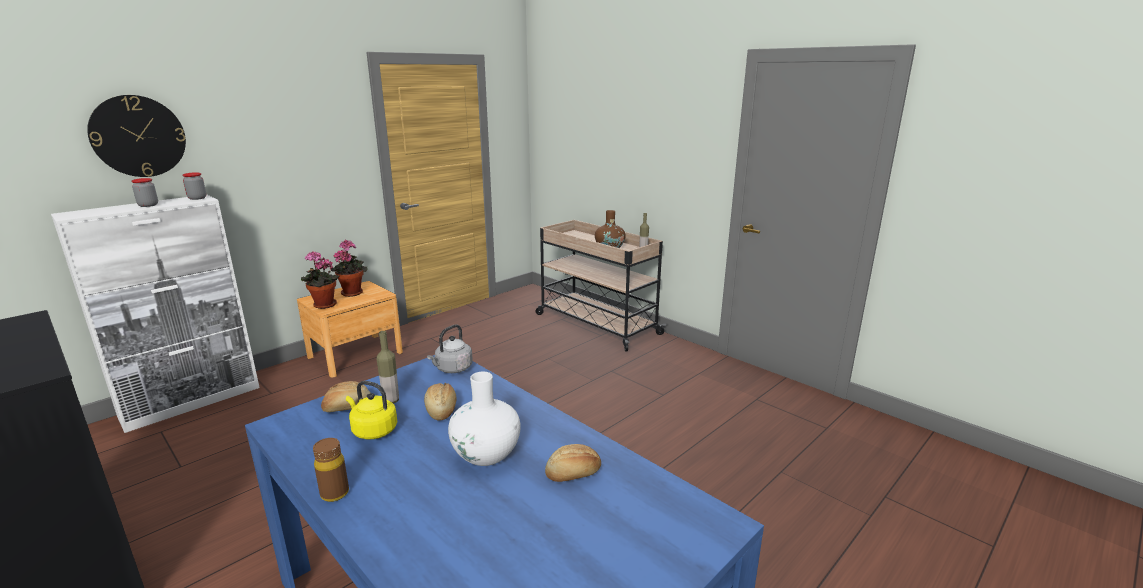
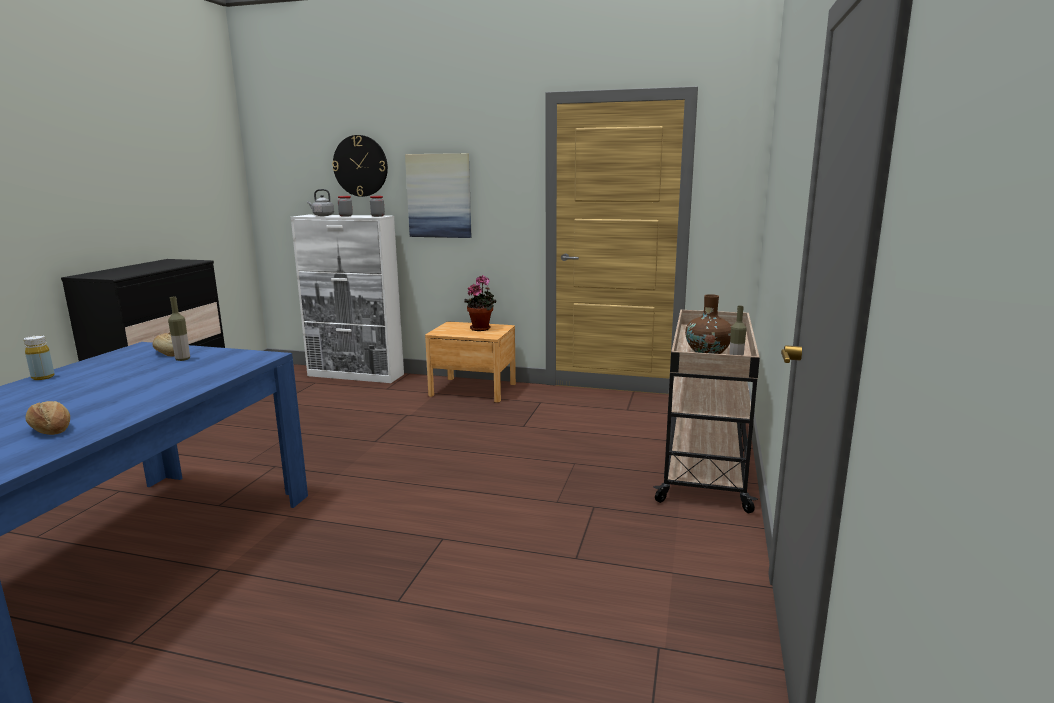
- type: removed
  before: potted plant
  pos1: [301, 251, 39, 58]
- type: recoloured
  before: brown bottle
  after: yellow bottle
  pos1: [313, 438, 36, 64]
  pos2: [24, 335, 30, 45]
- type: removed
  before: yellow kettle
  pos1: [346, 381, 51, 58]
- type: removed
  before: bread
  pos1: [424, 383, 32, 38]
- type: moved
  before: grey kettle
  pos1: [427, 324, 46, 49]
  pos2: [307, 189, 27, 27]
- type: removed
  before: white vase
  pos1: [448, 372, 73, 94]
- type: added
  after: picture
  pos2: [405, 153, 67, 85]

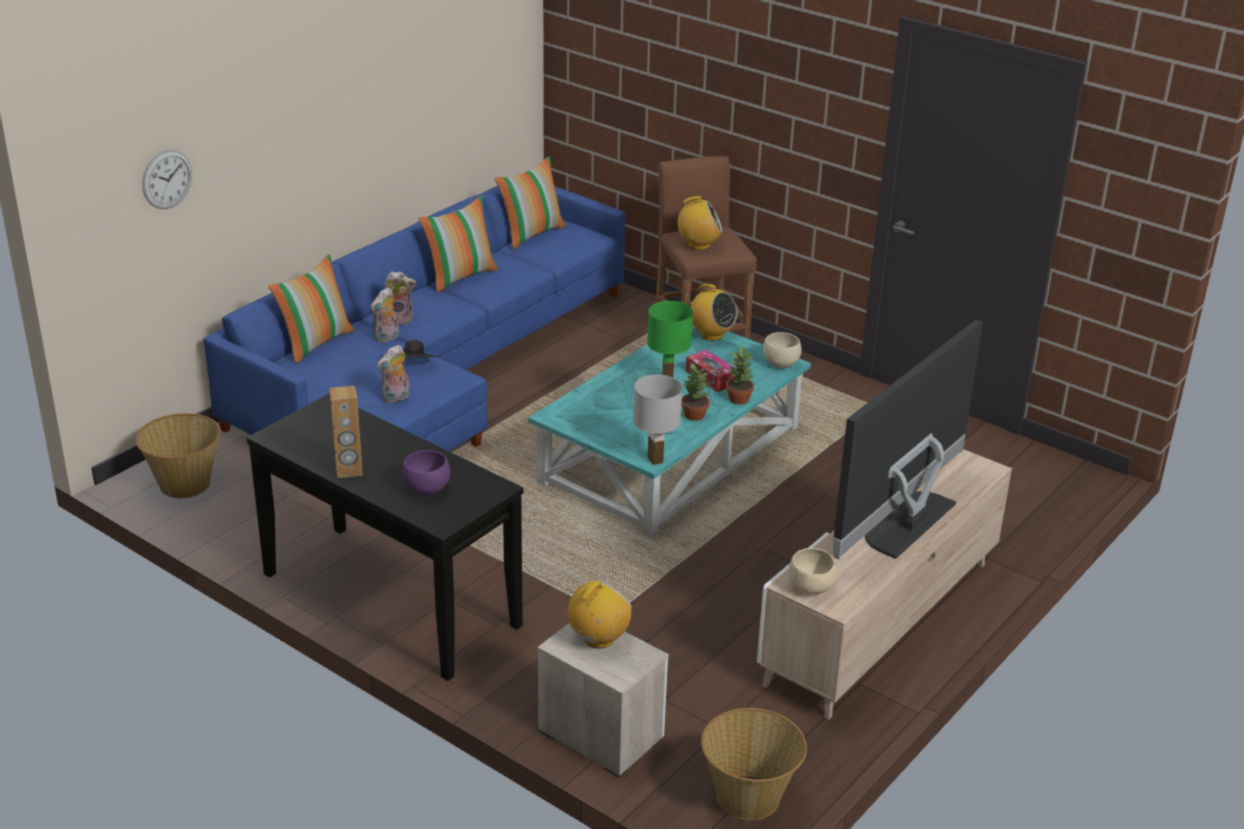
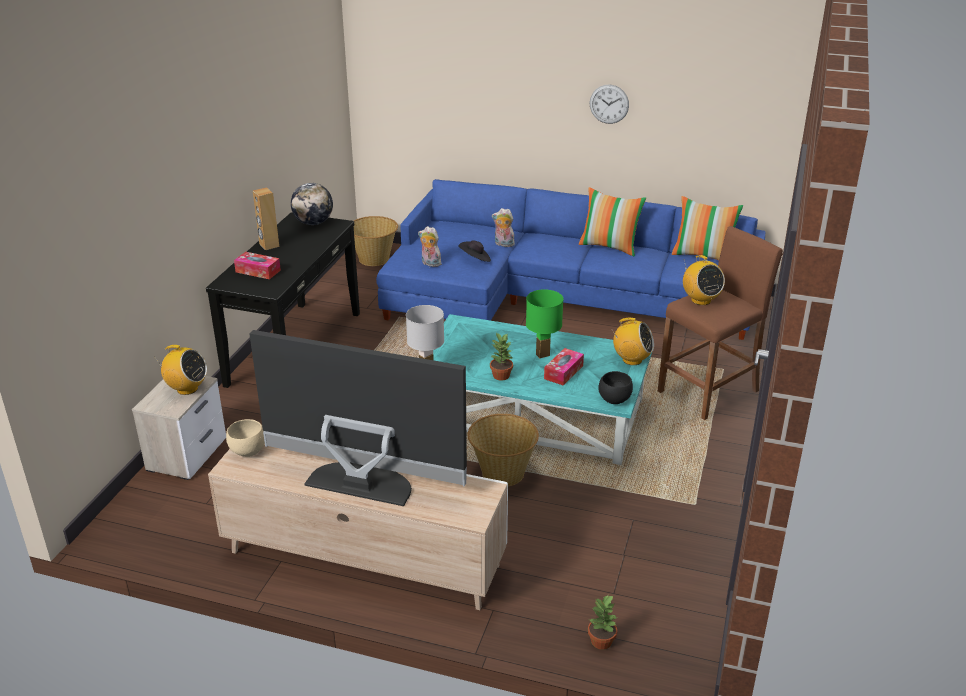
- type: moved
  before: wall clock
  pos1: [142, 150, 50, 59]
  pos2: [590, 85, 39, 39]
- type: removed
  before: pillow
  pos1: [268, 254, 87, 110]
- type: removed
  before: plush toy
  pos1: [384, 271, 32, 54]
- type: replaced
  before: purple bowl
  after: tissue box
  pos1: [402, 450, 48, 46]
  pos2: [234, 252, 47, 27]
- type: turned
  before: radio
  pos1: [686, 284, 52, 57]
  pos2: [612, 318, 42, 47]
  turn: -90
- type: moved
  before: basket
  pos1: [701, 708, 106, 112]
  pos2: [468, 414, 71, 72]
- type: moved
  before: potted plant
  pos1: [726, 345, 29, 60]
  pos2: [588, 595, 29, 55]
- type: recoloured
  before: beige bowl
  after: black bowl
  pos1: [763, 332, 38, 36]
  pos2: [598, 371, 35, 33]
- type: added
  after: globe
  pos2: [291, 183, 42, 42]

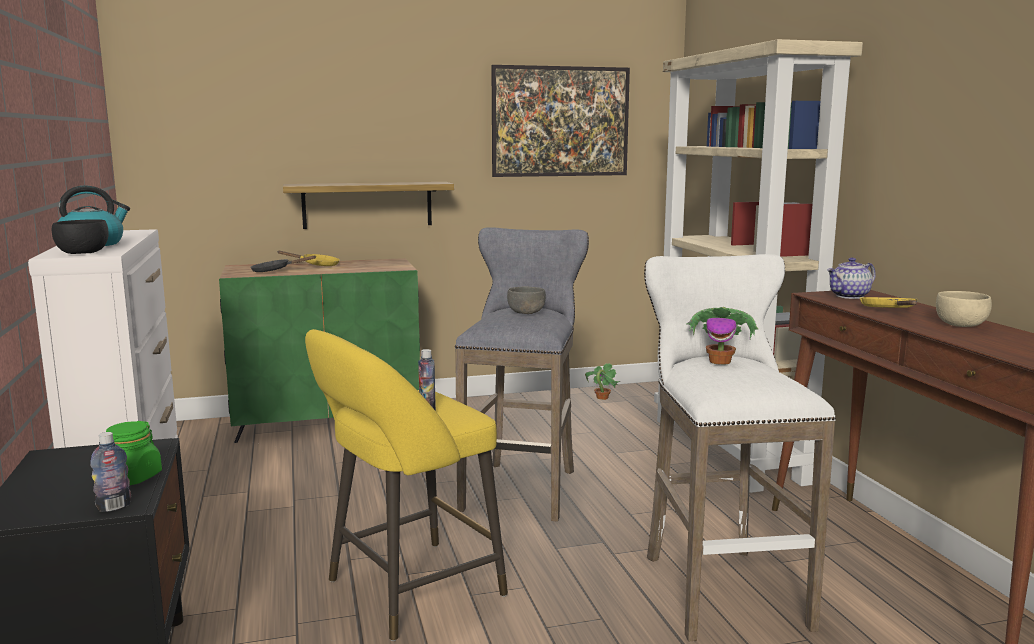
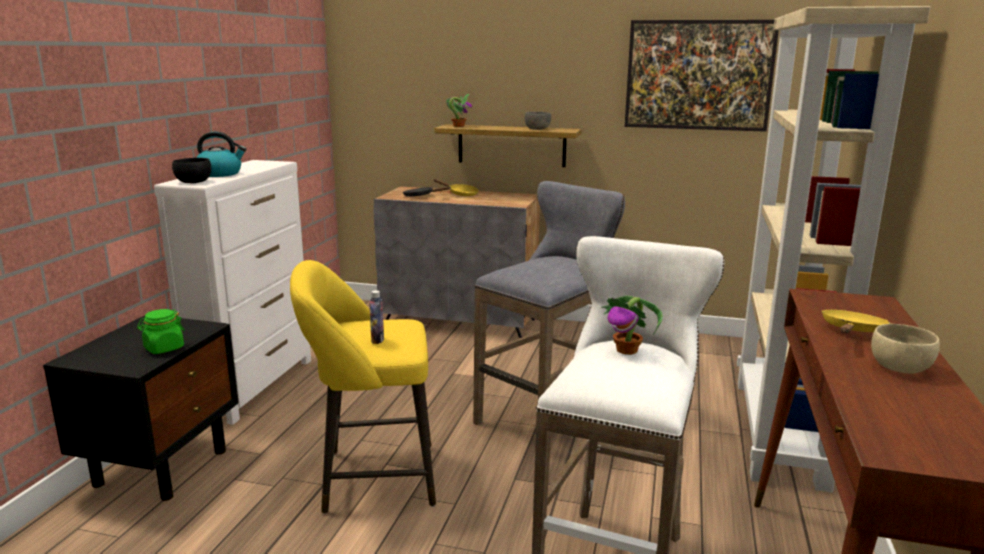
- type: removed
  before: bottle
  pos1: [90, 432, 41, 80]
- type: recoloured
  before: green cabinet
  after: grey cabinet
  pos1: [219, 258, 201, 185]
  pos2: [373, 187, 167, 151]
- type: moved
  before: grey bowl
  pos1: [507, 286, 39, 28]
  pos2: [525, 112, 26, 18]
- type: moved
  before: potted plant
  pos1: [585, 363, 35, 37]
  pos2: [447, 93, 25, 34]
- type: removed
  before: teapot
  pos1: [827, 257, 49, 42]

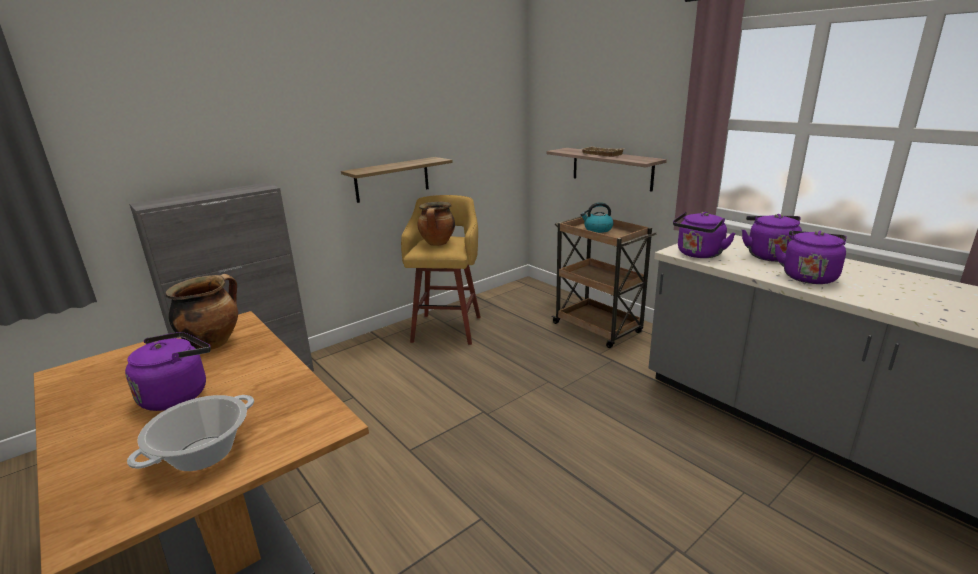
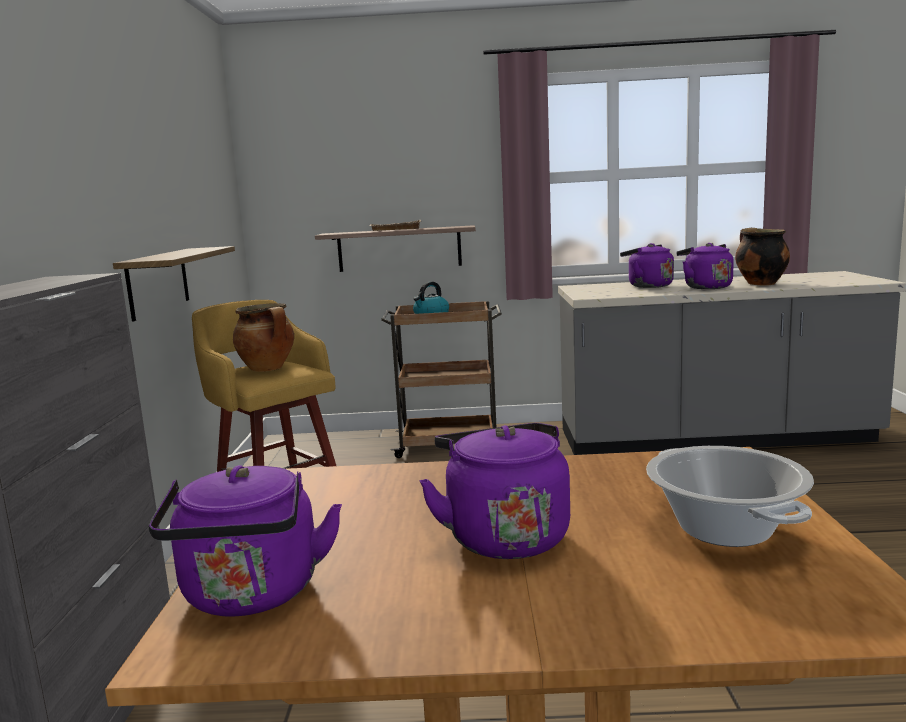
- type: moved
  before: cooking pot
  pos1: [166, 274, 72, 76]
  pos2: [735, 228, 55, 58]
- type: moved
  before: purple kettle
  pos1: [673, 212, 63, 46]
  pos2: [149, 465, 193, 152]

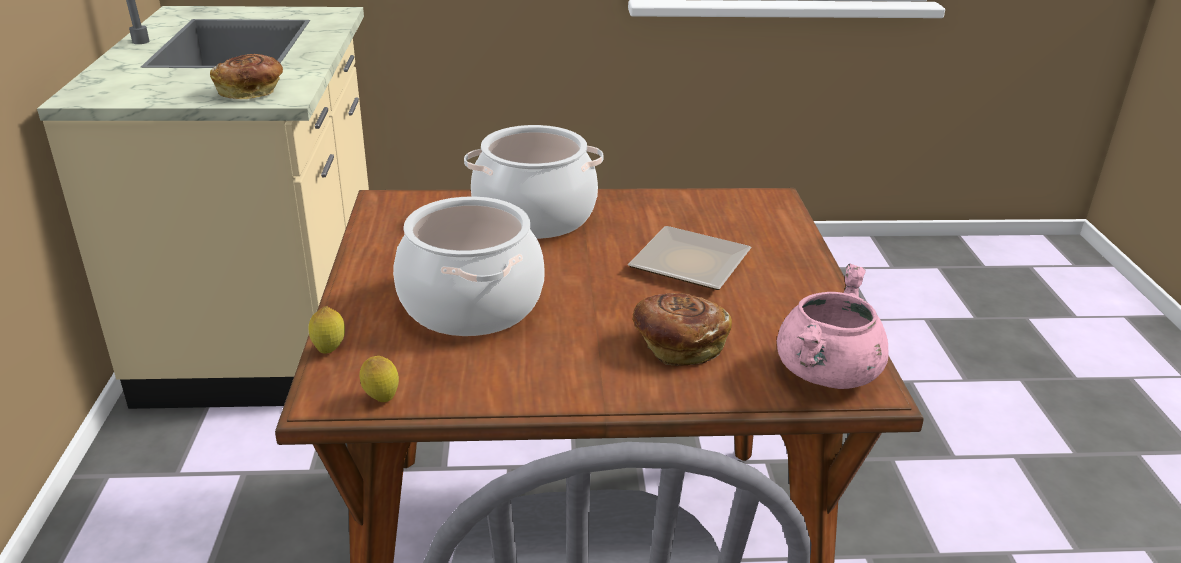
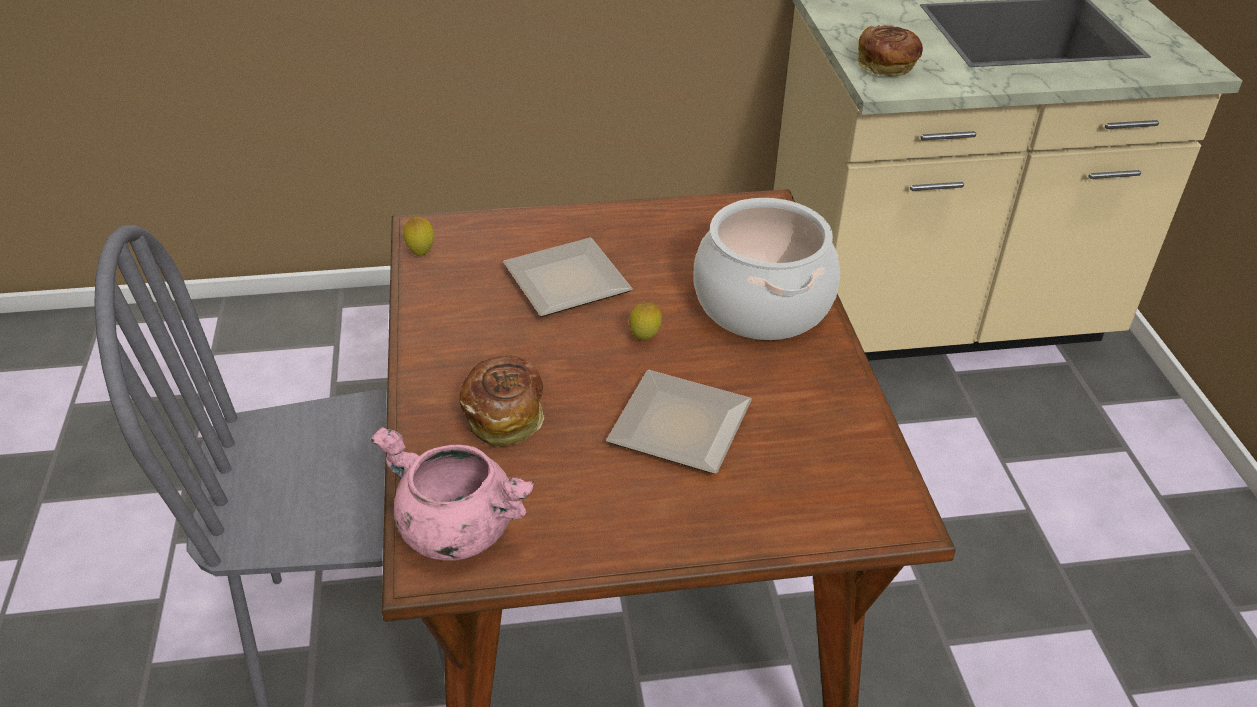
- type: moved
  before: lemon
  pos1: [309, 306, 36, 48]
  pos2: [629, 302, 33, 39]
- type: replaced
  before: cooking pot
  after: plate
  pos1: [393, 197, 152, 139]
  pos2: [503, 238, 130, 79]

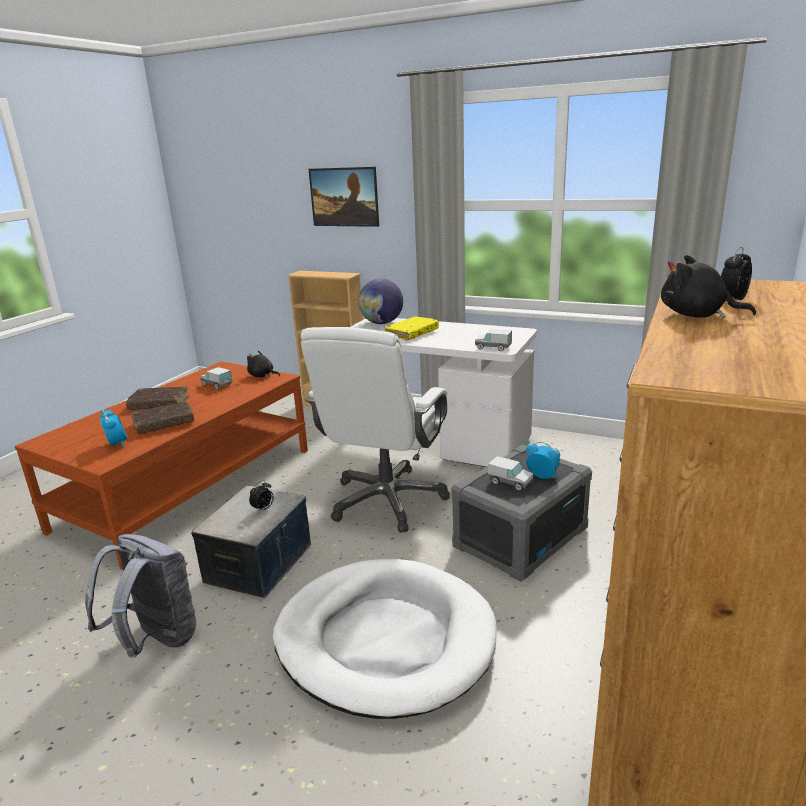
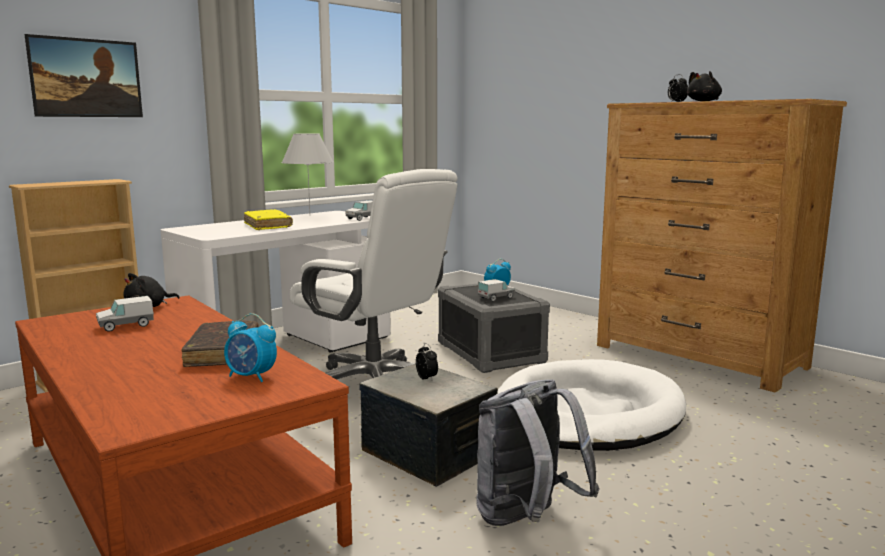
- type: turned
  before: alarm clock
  pos1: [100, 409, 27, 39]
  pos2: [224, 313, 53, 69]
  turn: -150
- type: removed
  before: brown book
  pos1: [126, 387, 63, 23]
- type: removed
  before: globe
  pos1: [358, 279, 45, 45]
- type: added
  after: white table lamp
  pos2: [282, 134, 51, 78]

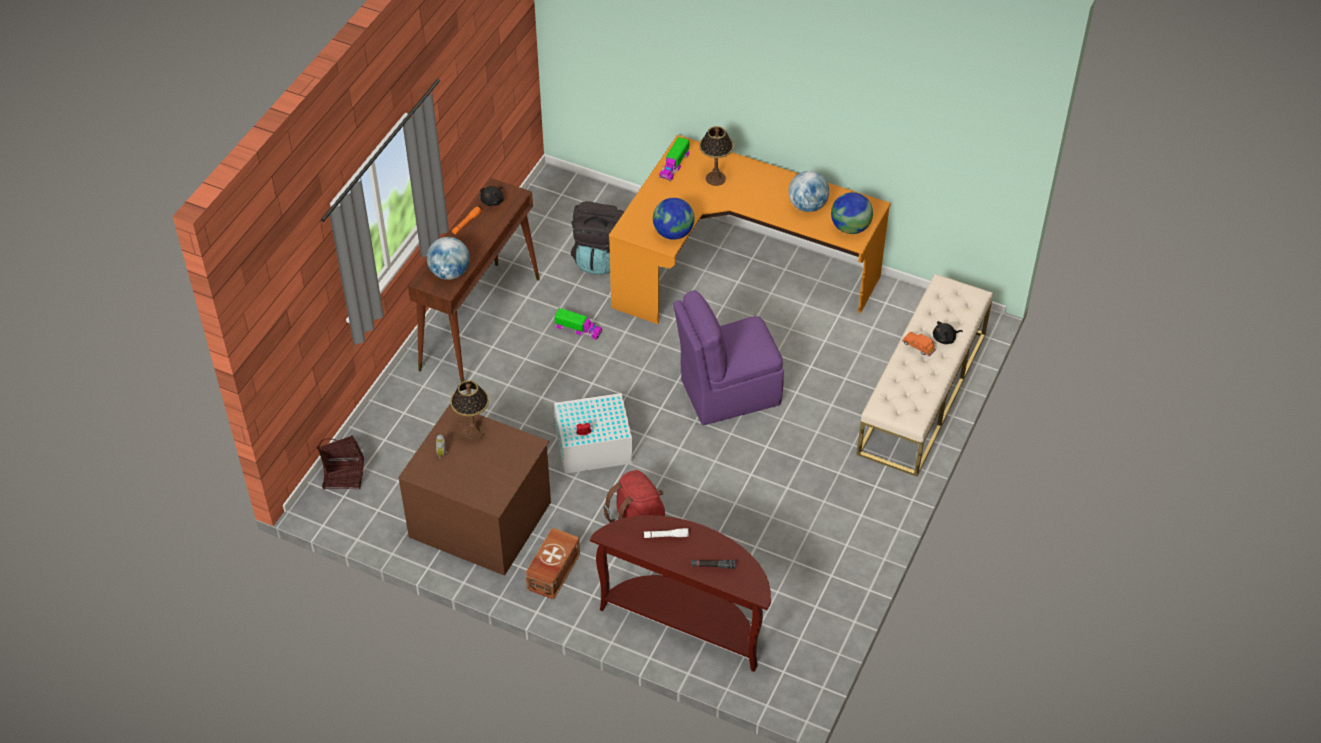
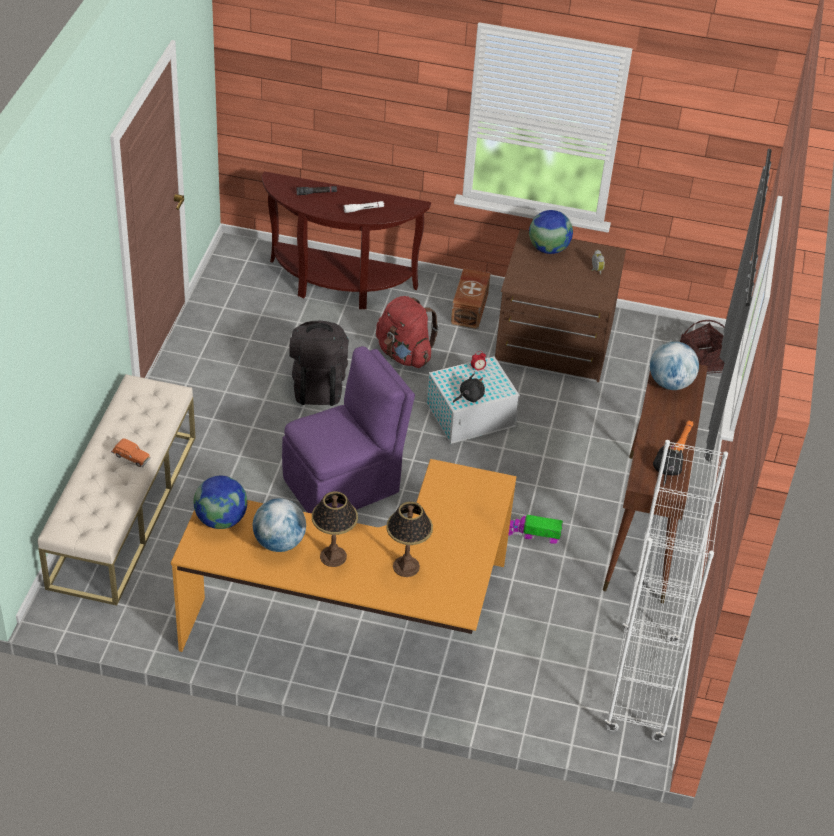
- type: moved
  before: table lamp
  pos1: [450, 380, 39, 61]
  pos2: [312, 491, 46, 76]
- type: moved
  before: black backpack
  pos1: [571, 201, 53, 74]
  pos2: [289, 321, 60, 85]
- type: moved
  before: globe
  pos1: [653, 198, 42, 42]
  pos2: [529, 210, 44, 44]
- type: removed
  before: toy truck
  pos1: [659, 137, 30, 44]
- type: moved
  before: black plush toy
  pos1: [933, 321, 30, 23]
  pos2: [453, 373, 32, 30]
- type: added
  after: white bookcase
  pos2: [605, 440, 123, 302]

